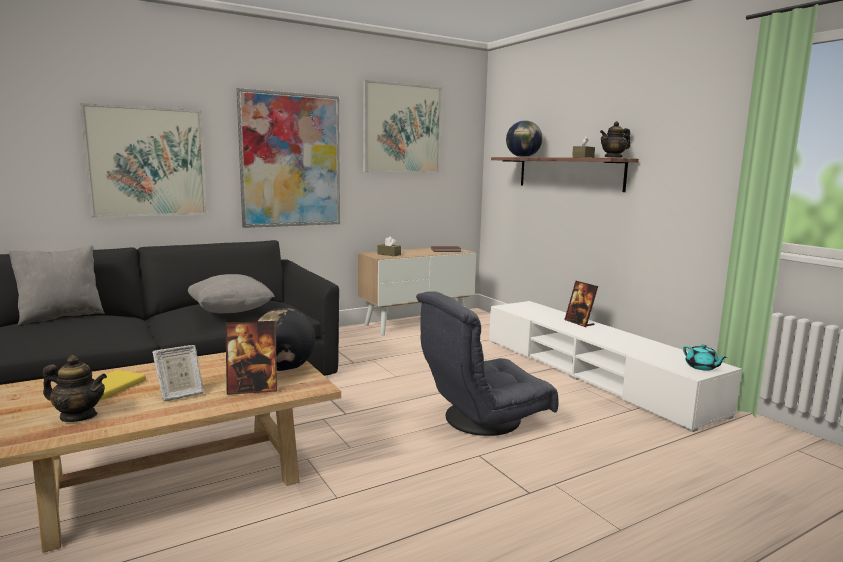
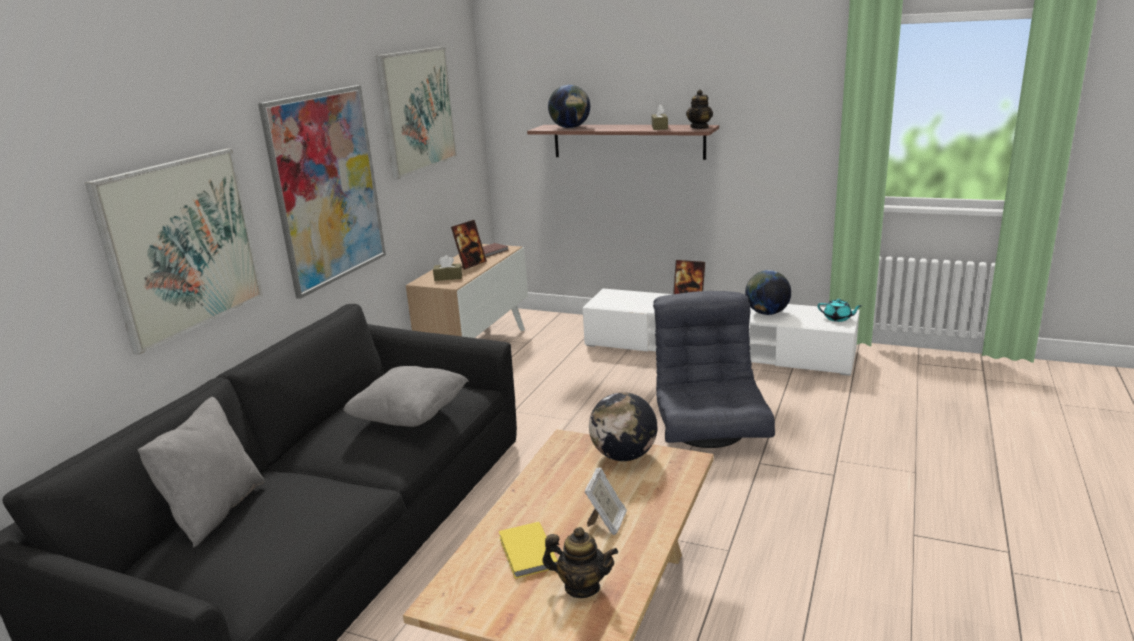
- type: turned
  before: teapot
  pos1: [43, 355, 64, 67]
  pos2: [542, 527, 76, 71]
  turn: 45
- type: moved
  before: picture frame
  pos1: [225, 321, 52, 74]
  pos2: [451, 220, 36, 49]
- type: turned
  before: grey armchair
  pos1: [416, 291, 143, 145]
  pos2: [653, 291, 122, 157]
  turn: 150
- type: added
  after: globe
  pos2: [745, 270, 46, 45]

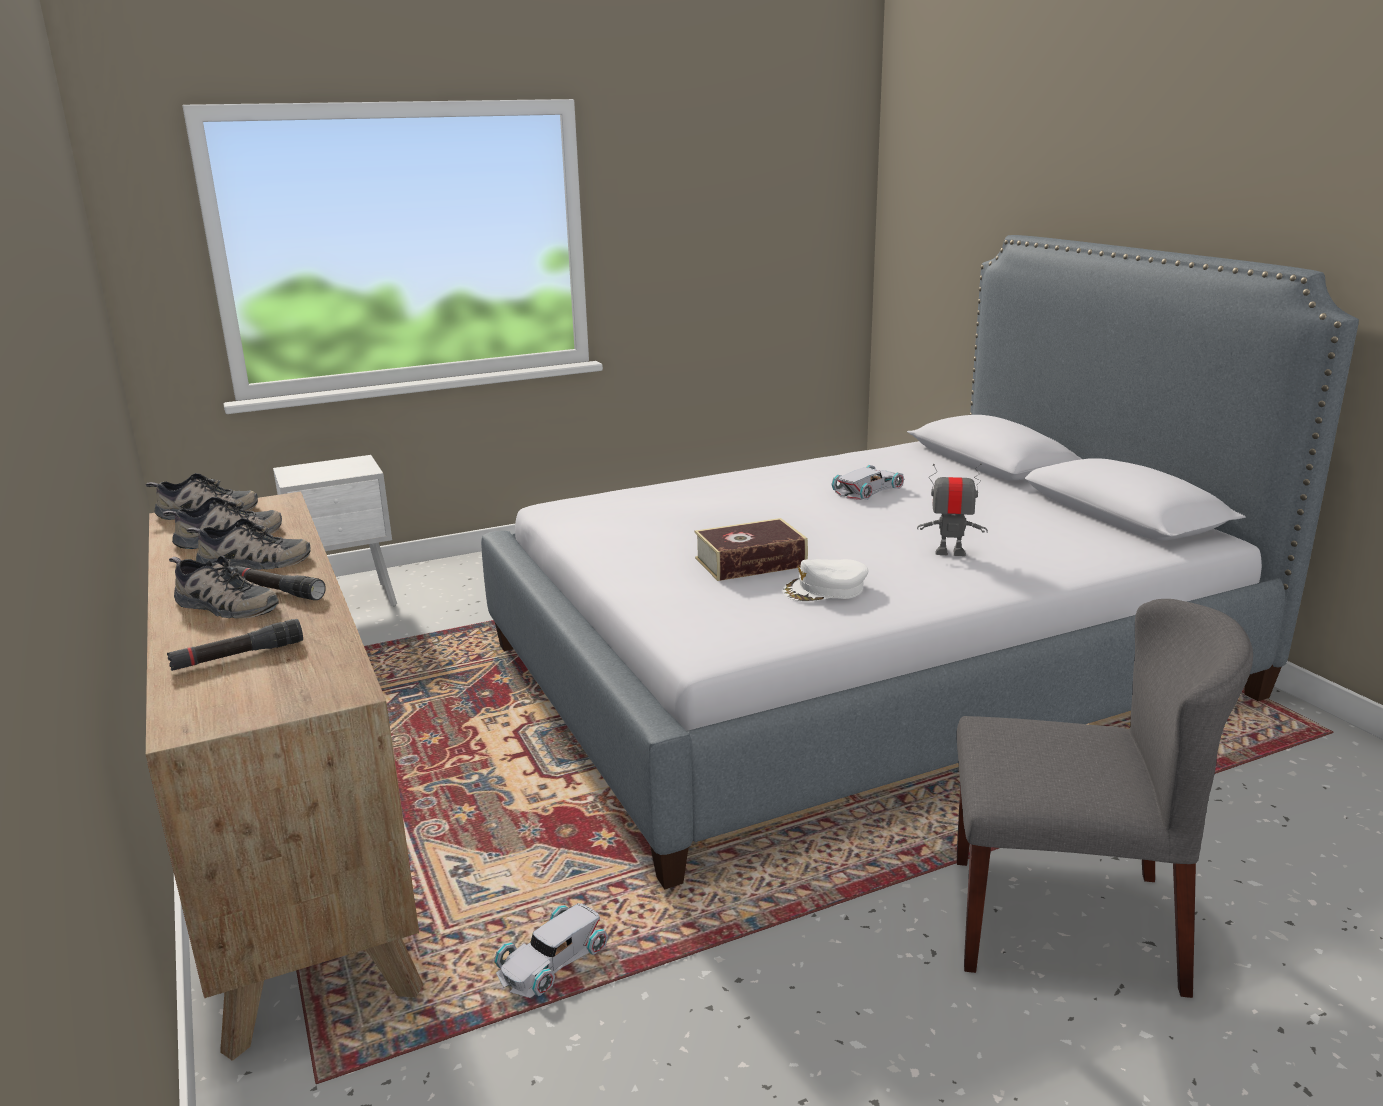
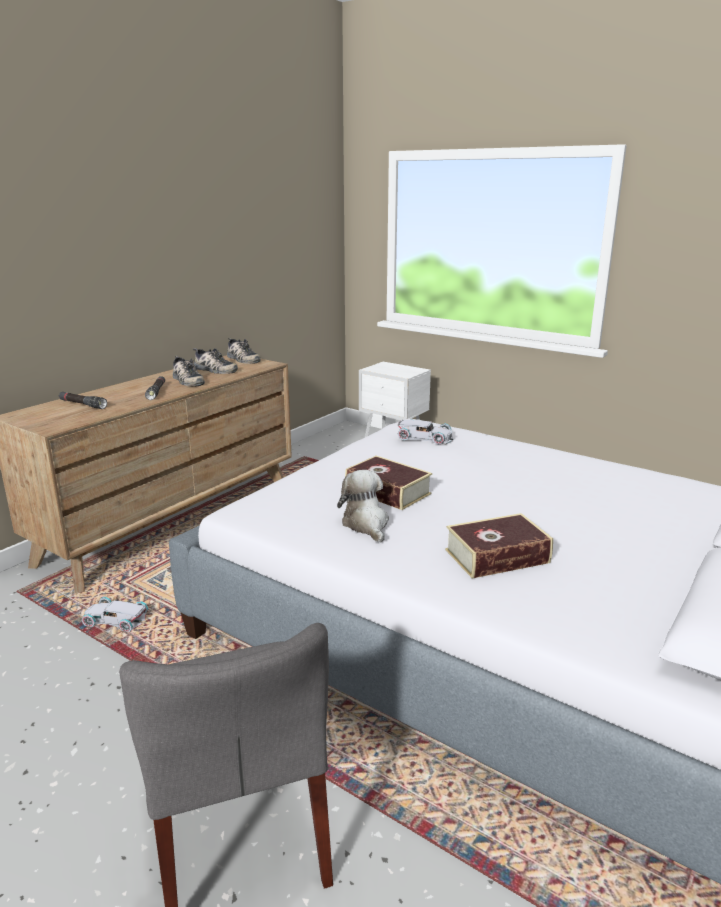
- type: removed
  before: shoe
  pos1: [169, 555, 110, 64]
- type: replaced
  before: white cap
  after: plush toy
  pos1: [782, 559, 86, 43]
  pos2: [337, 470, 52, 73]
- type: moved
  before: white toy car
  pos1: [831, 465, 73, 35]
  pos2: [398, 419, 55, 26]
- type: replaced
  before: toy robot
  after: book
  pos1: [917, 463, 71, 93]
  pos2: [445, 513, 108, 66]

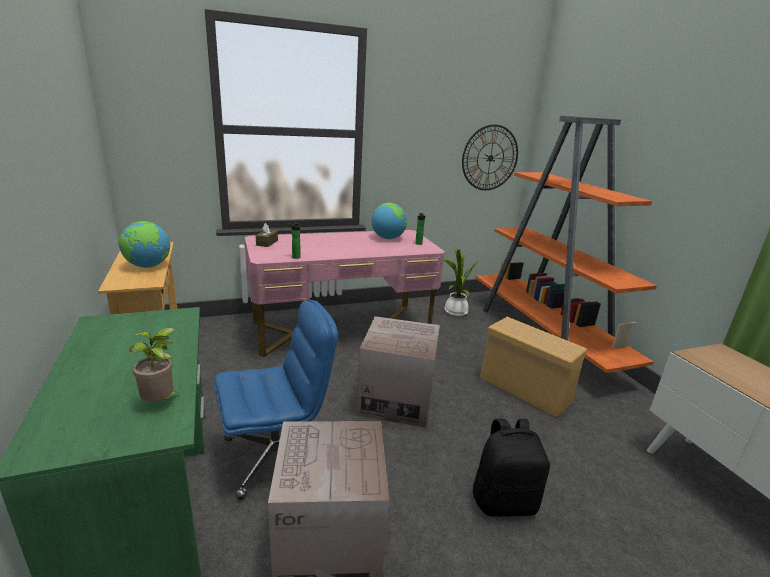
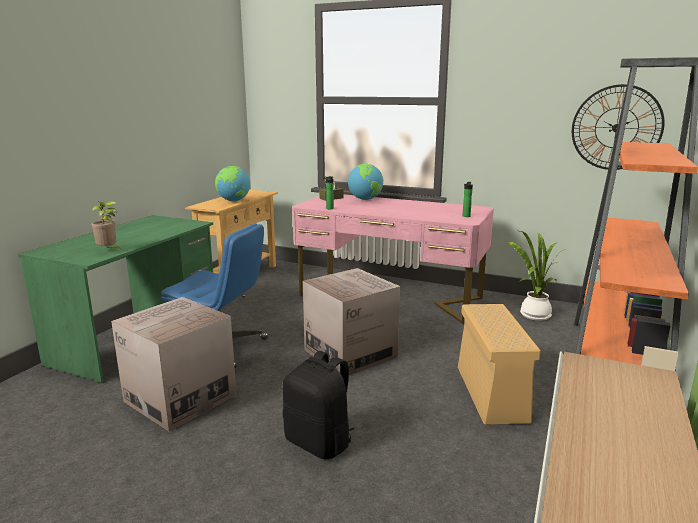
- type: moved
  before: globe
  pos1: [371, 203, 36, 36]
  pos2: [348, 164, 35, 36]

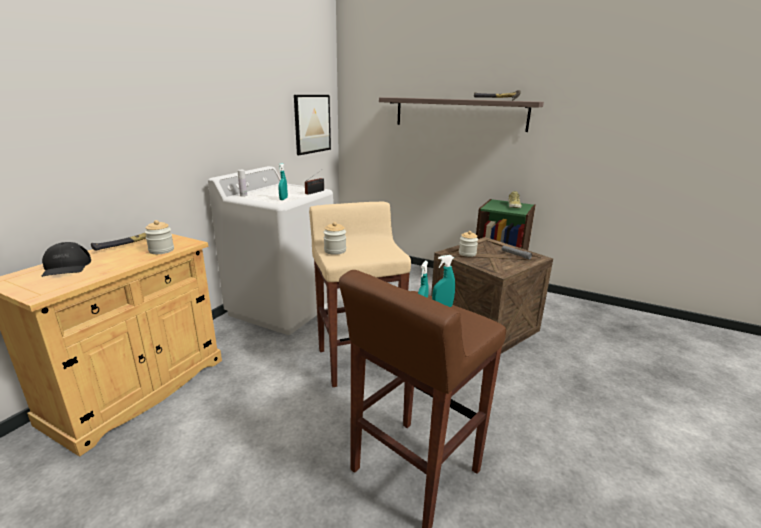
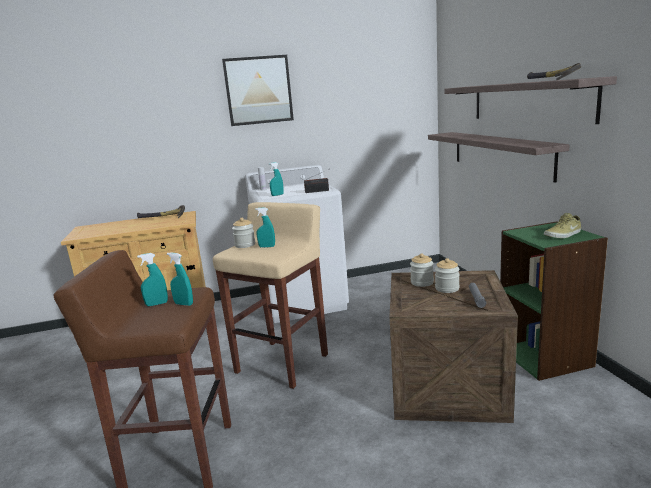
- type: removed
  before: black cap
  pos1: [42, 242, 49, 35]
- type: moved
  before: jar
  pos1: [145, 220, 29, 34]
  pos2: [435, 258, 25, 35]
- type: moved
  before: picture
  pos1: [294, 95, 37, 60]
  pos2: [222, 55, 72, 71]
- type: added
  after: turquoise spray bottle
  pos2: [256, 207, 19, 41]
- type: added
  after: shelf
  pos2: [428, 132, 141, 51]

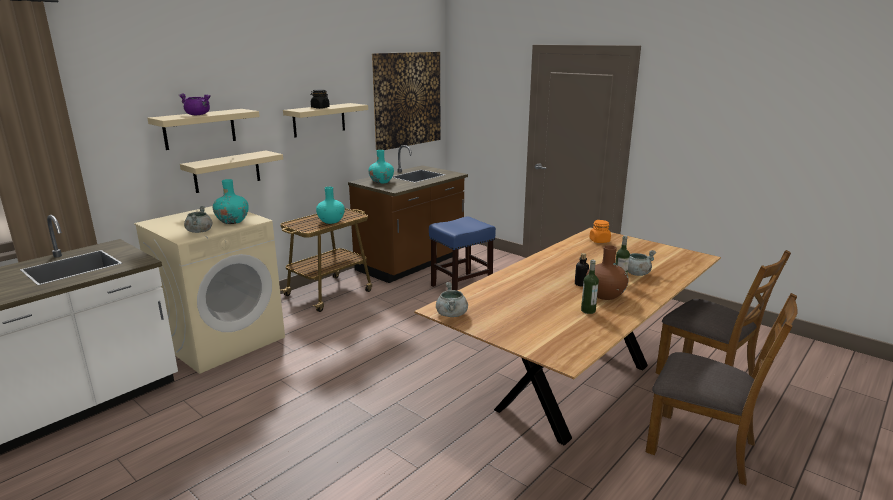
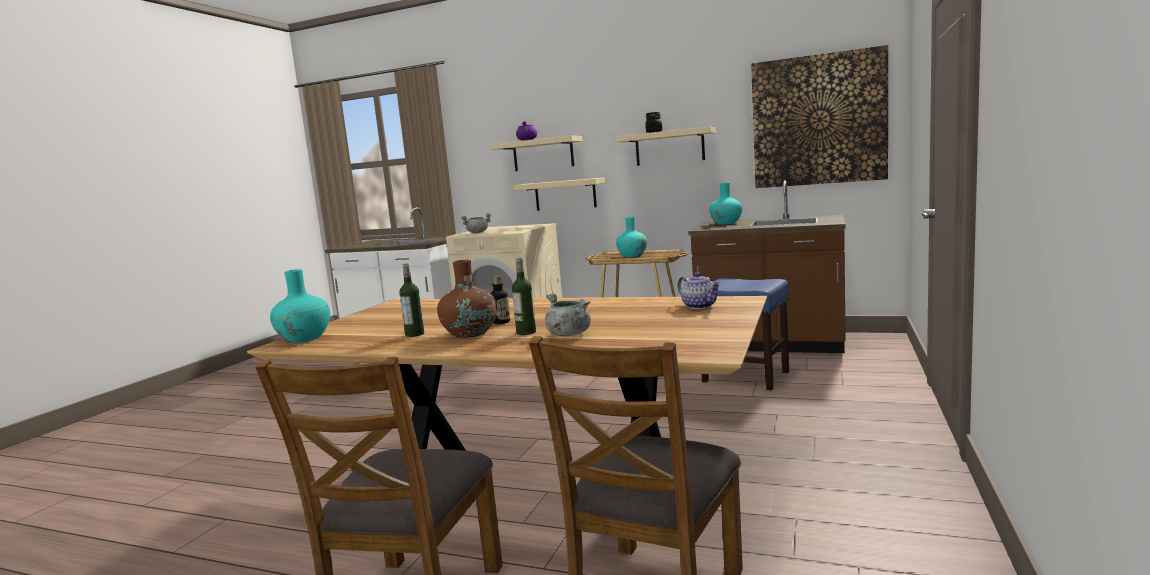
- type: moved
  before: turquoise vase
  pos1: [213, 179, 36, 45]
  pos2: [270, 269, 60, 74]
- type: removed
  before: grey cooking pot
  pos1: [436, 282, 32, 35]
- type: replaced
  before: orange jar
  after: teapot
  pos1: [589, 220, 22, 23]
  pos2: [678, 272, 42, 37]

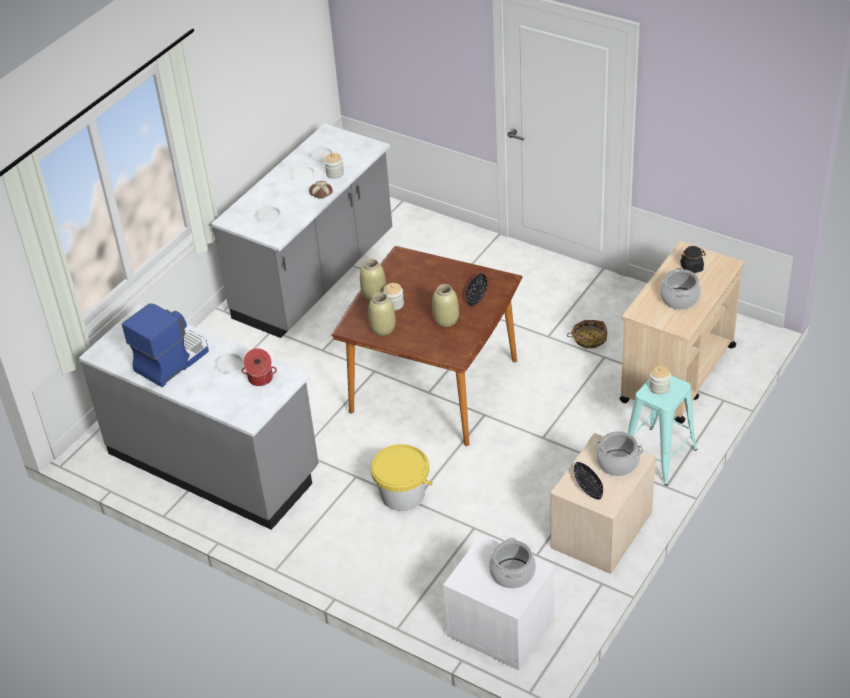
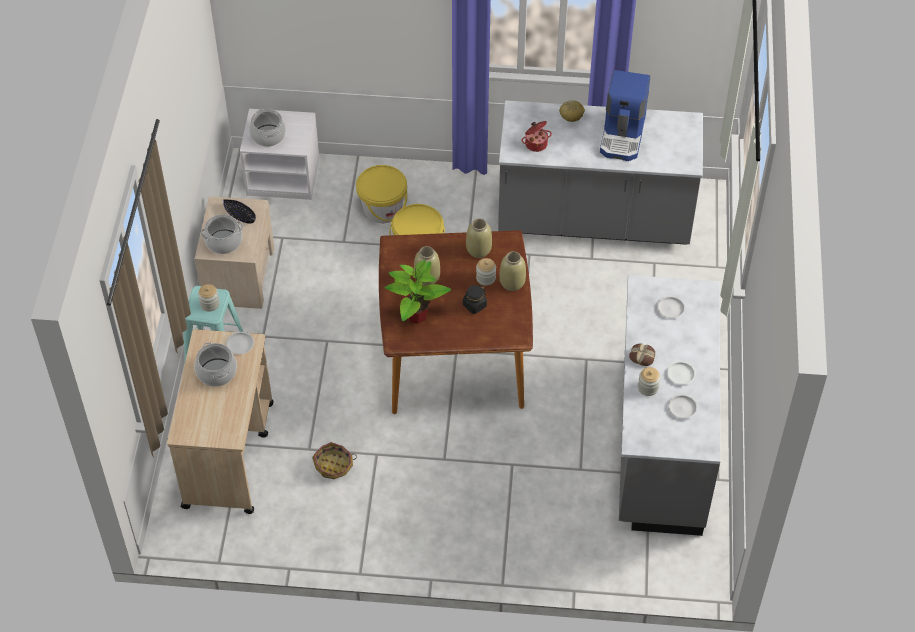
- type: moved
  before: white plate
  pos1: [215, 353, 29, 20]
  pos2: [226, 332, 28, 22]
- type: replaced
  before: black bowl
  after: potted plant
  pos1: [466, 273, 21, 33]
  pos2: [384, 260, 67, 64]
- type: moved
  before: black jar
  pos1: [680, 246, 26, 27]
  pos2: [463, 285, 24, 29]
- type: added
  after: yellow bucket
  pos2: [356, 165, 51, 58]
- type: added
  after: bread
  pos2: [559, 100, 26, 22]

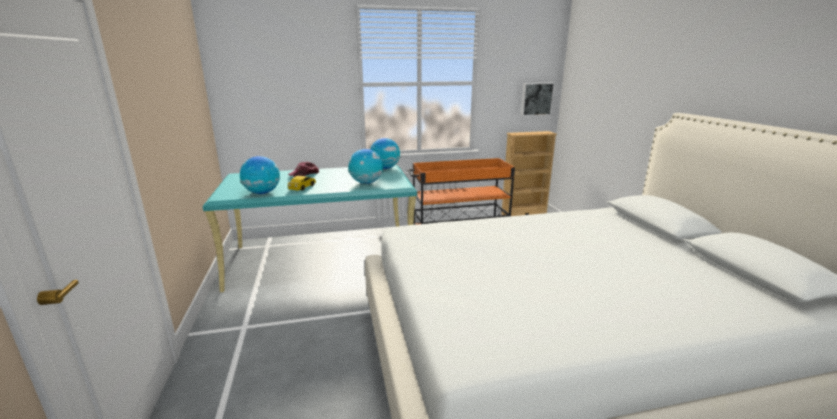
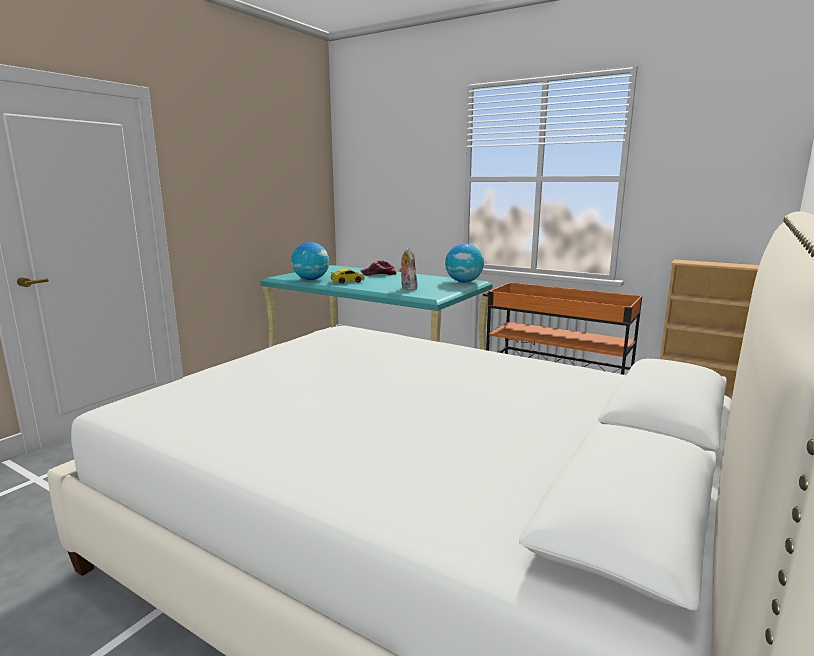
- type: replaced
  before: globe
  after: plush toy
  pos1: [349, 149, 34, 35]
  pos2: [399, 248, 19, 42]
- type: removed
  before: picture
  pos1: [521, 83, 34, 33]

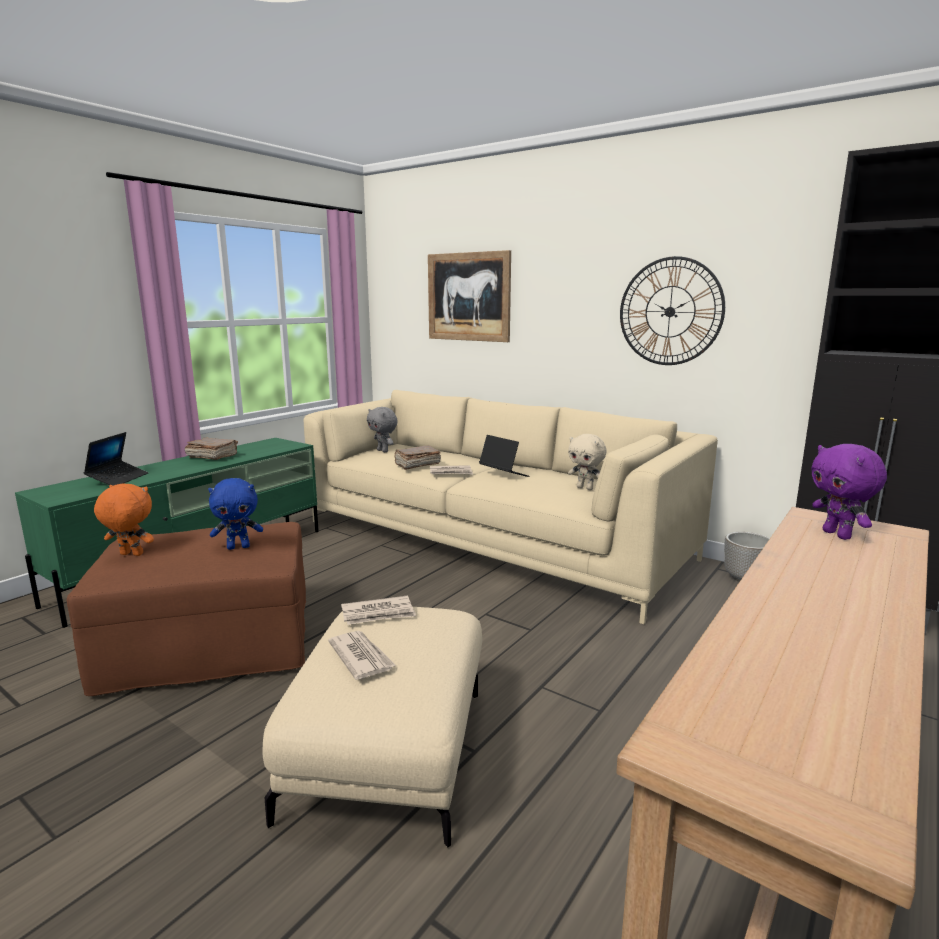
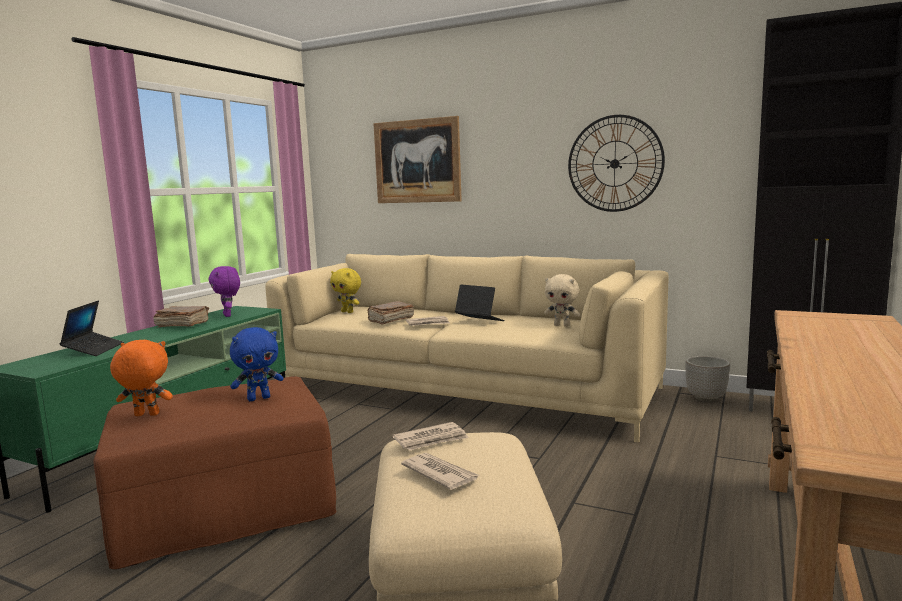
- type: recoloured
  before: grey plush toy
  after: yellow plush toy
  pos1: [367, 407, 31, 45]
  pos2: [330, 268, 31, 45]
- type: moved
  before: purple plush toy
  pos1: [811, 444, 76, 96]
  pos2: [208, 266, 32, 51]

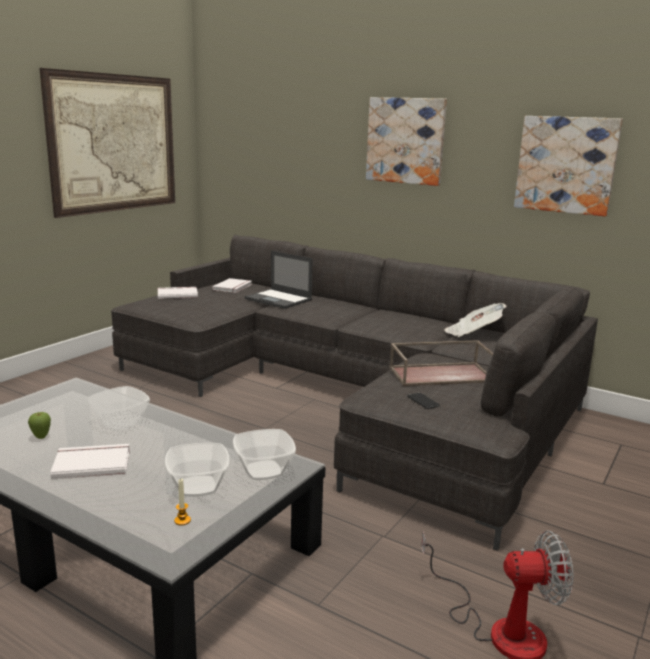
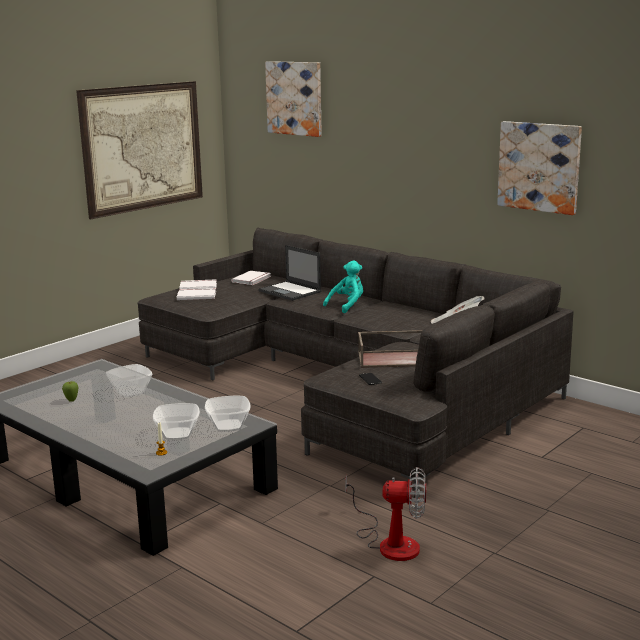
- type: moved
  before: white book
  pos1: [50, 444, 80, 35]
  pos2: [177, 288, 39, 12]
- type: moved
  before: picture
  pos1: [366, 97, 81, 89]
  pos2: [265, 61, 57, 76]
- type: added
  after: turquoise plush toy
  pos2: [323, 261, 40, 52]

